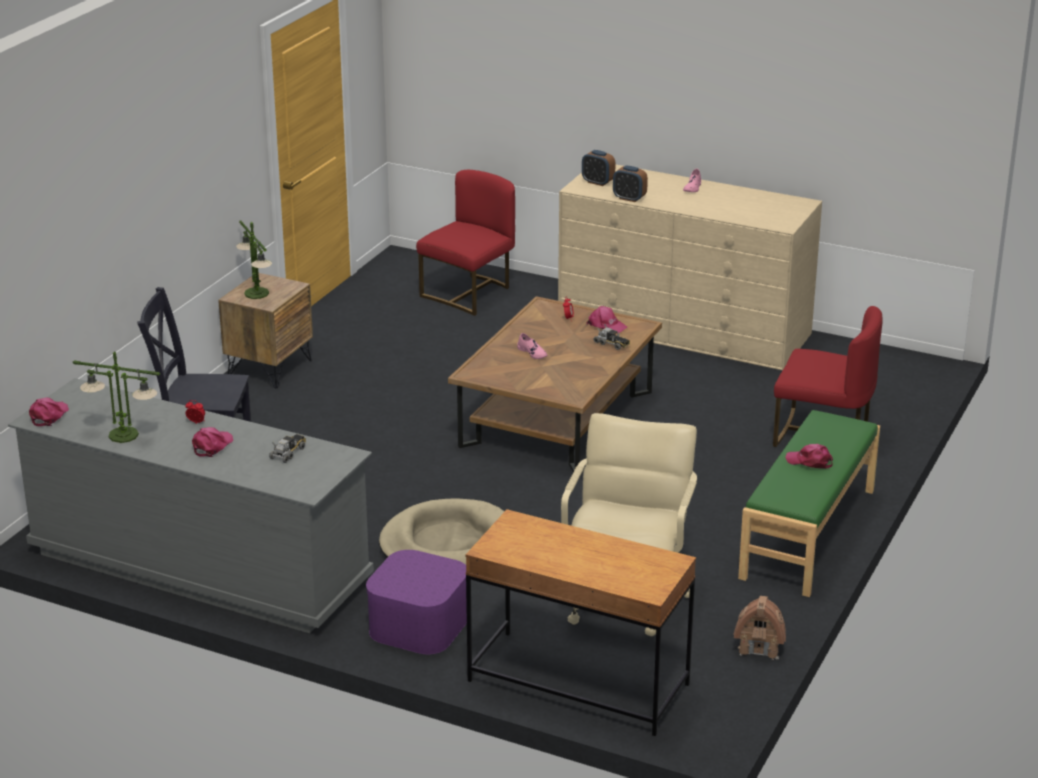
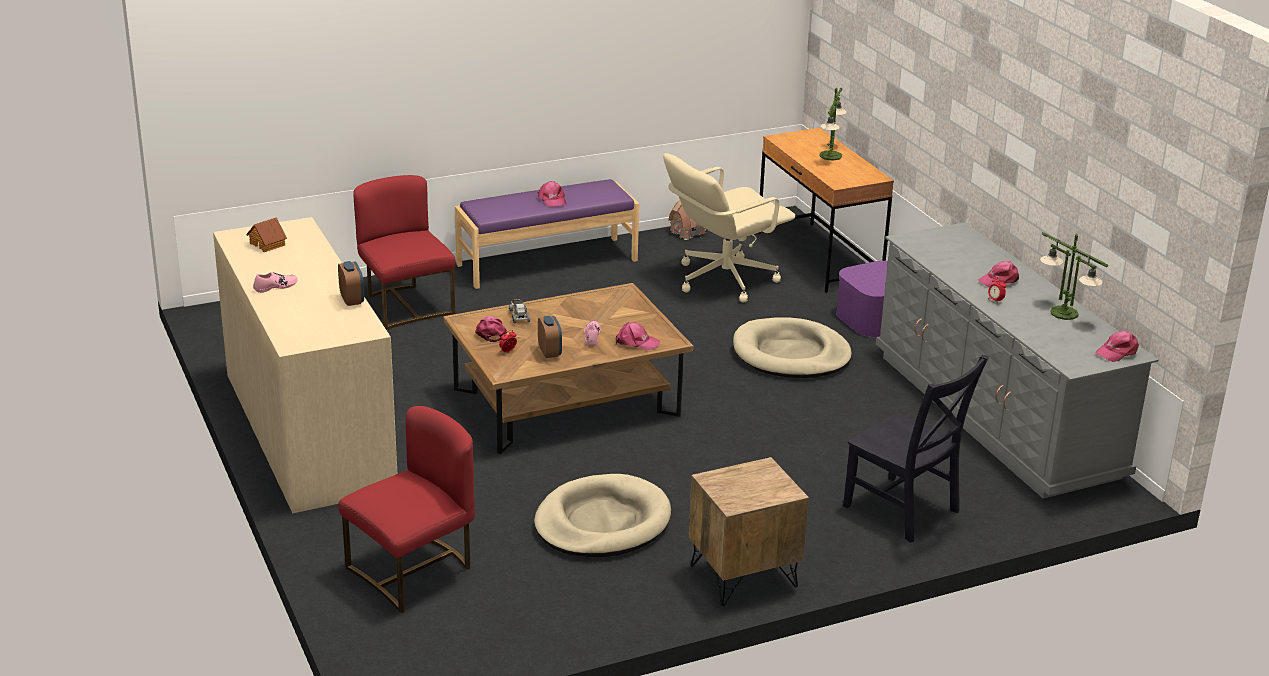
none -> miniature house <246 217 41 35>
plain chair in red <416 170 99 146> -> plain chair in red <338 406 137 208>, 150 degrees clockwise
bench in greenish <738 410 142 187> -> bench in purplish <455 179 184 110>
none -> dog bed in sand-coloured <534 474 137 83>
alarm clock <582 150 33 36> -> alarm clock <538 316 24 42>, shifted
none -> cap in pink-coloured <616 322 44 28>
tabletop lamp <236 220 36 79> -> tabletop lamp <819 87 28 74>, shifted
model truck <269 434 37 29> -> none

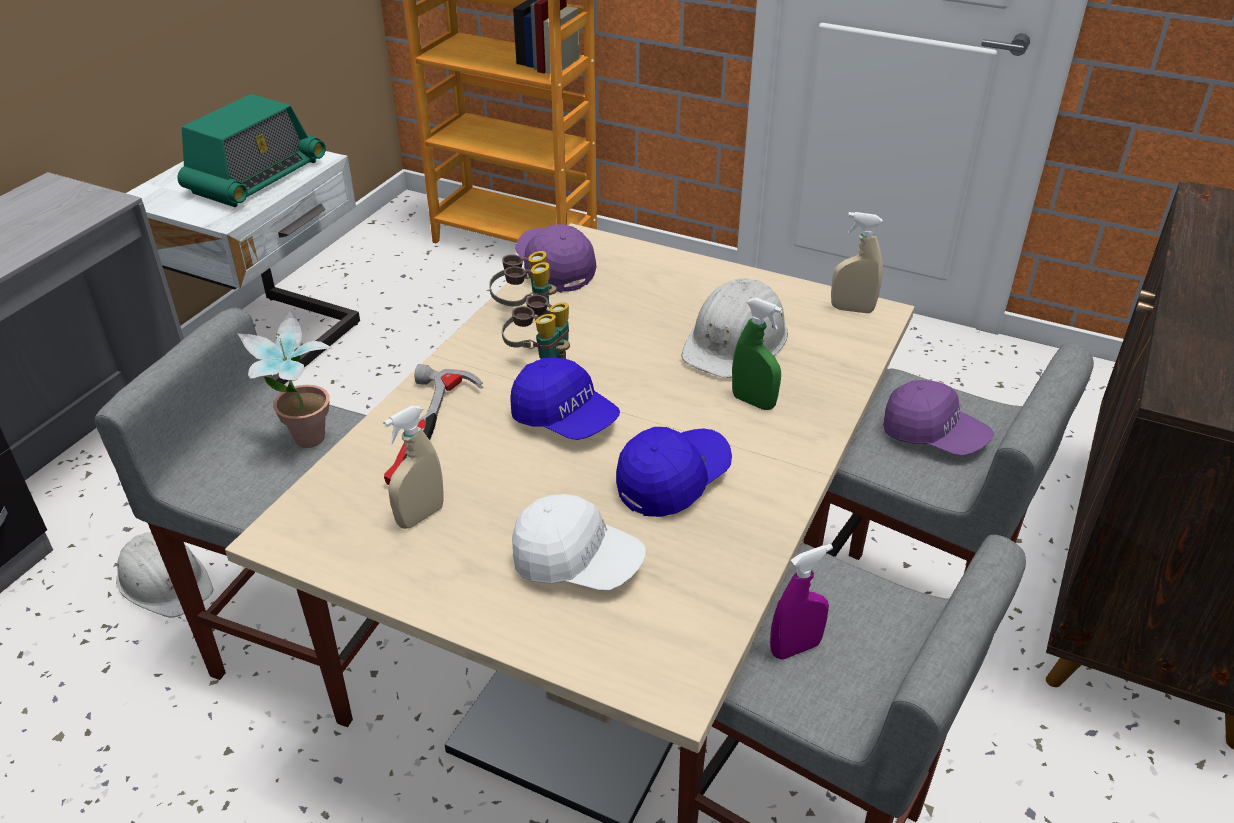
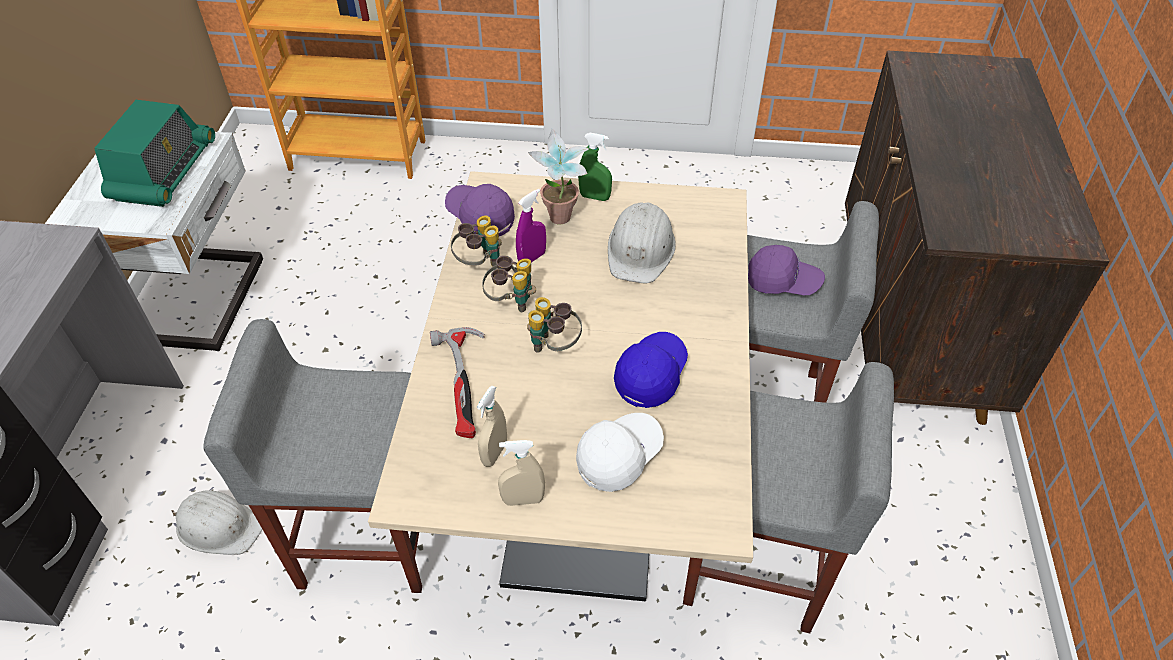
hand sprayer in sand-coloured <831 212 52 101> -> hand sprayer in sand-coloured <498 440 47 66>, shifted
hand sprayer in purplish <770 544 63 115> -> hand sprayer in purplish <516 189 30 73>, shifted
cap in blue-coloured <510 358 110 82> -> field glasses <527 297 55 56>
plant in a pot <237 310 96 138> -> plant in a pot <528 129 61 96>, shifted
cap in whitish <512 494 134 96> -> cap in whitish <576 413 88 79>, 45 degrees counterclockwise
hand sprayer in greenish <732 298 51 112> -> hand sprayer in greenish <578 133 34 68>, shifted

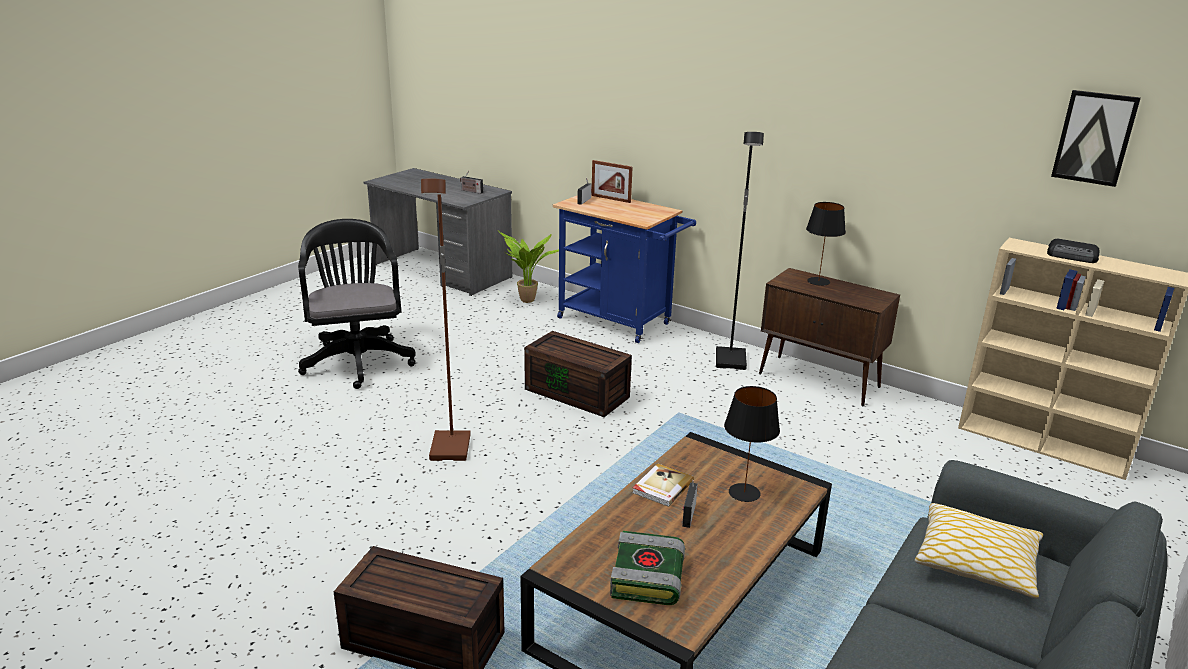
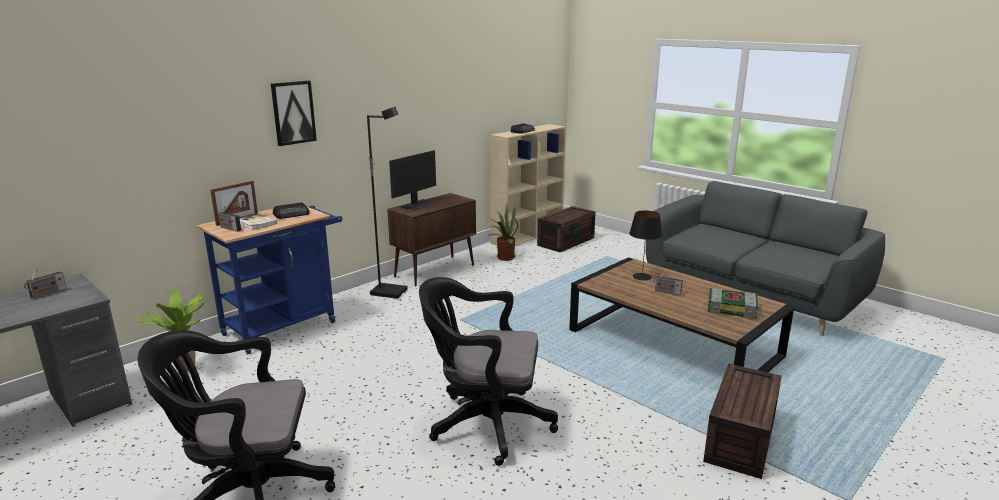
bound book <632 463 62 44> -> bound book <240 214 37 16>, shifted
picture <1051 90 90 97> -> picture <271 81 46 65>, shifted
none -> radio set <273 203 37 16>
tabletop lamp in black <806 202 40 84> -> computer display <389 150 47 61>
standard lamp in brownish <421 179 50 282> -> office chair in black <419 277 139 189>
none -> plant in a pot <485 203 33 58>
storage container in brownish <524 331 108 86> -> storage container in brownish <537 206 59 46>, shifted
pillow <915 503 128 96> -> none

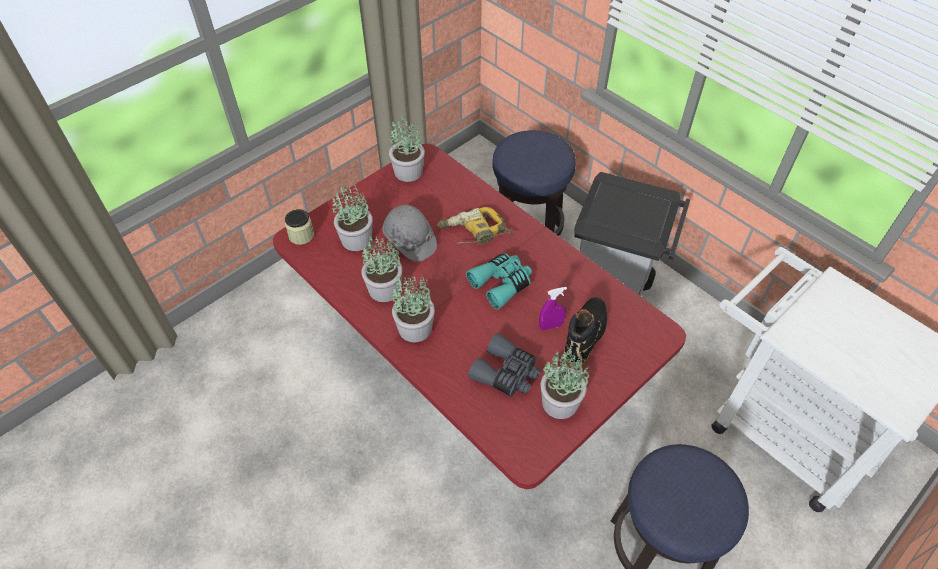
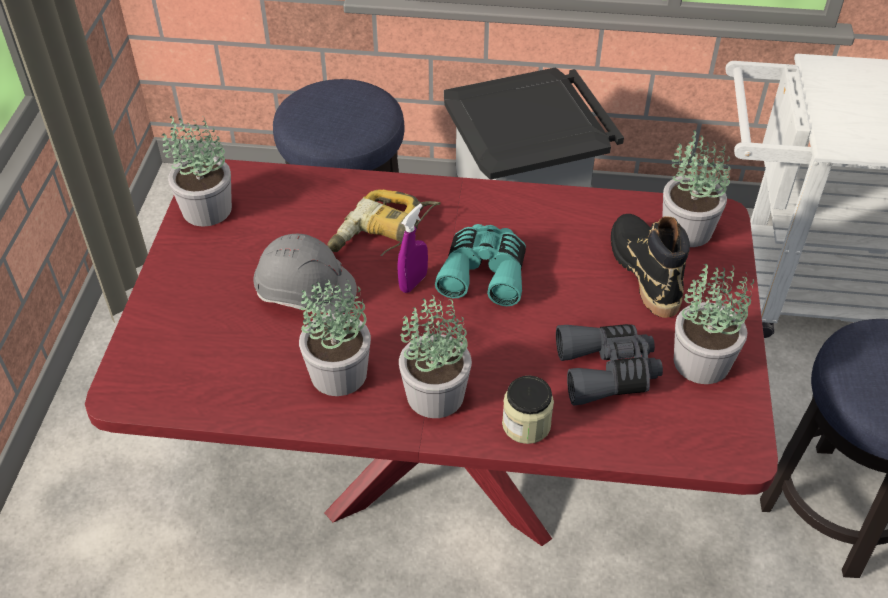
hand sprayer in purplish <539 287 28 43> -> hand sprayer in purplish <397 204 31 89>, shifted
preserve jar <285 209 29 36> -> preserve jar <502 376 52 68>, shifted
plant in a pot <332 184 41 67> -> plant in a pot <662 130 69 117>, shifted

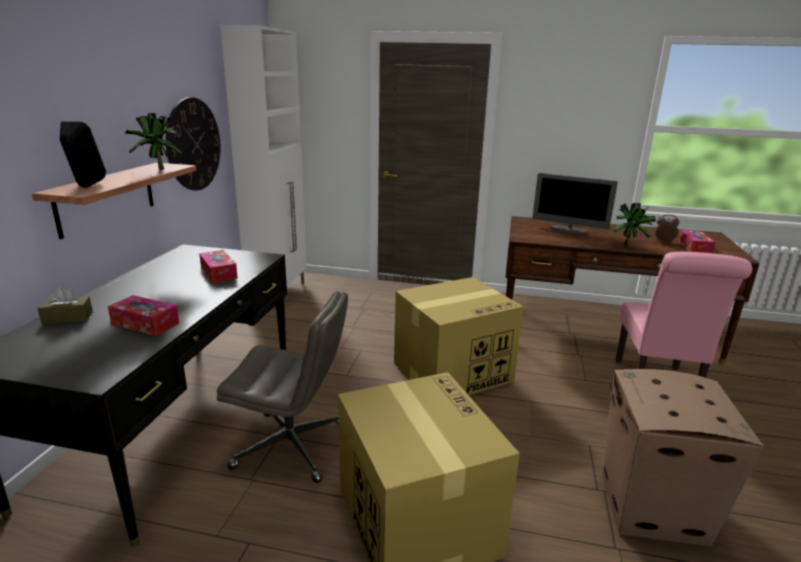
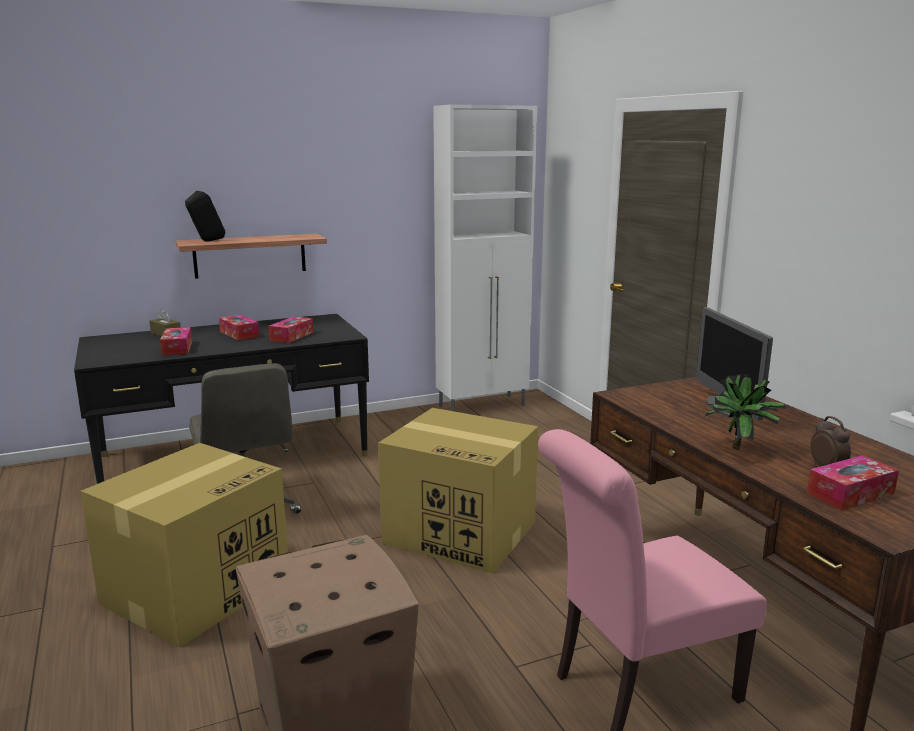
none -> tissue holder <219 315 40 25>
plant in a pot <125 113 57 57> -> none
wall clock <166 97 55 94> -> none

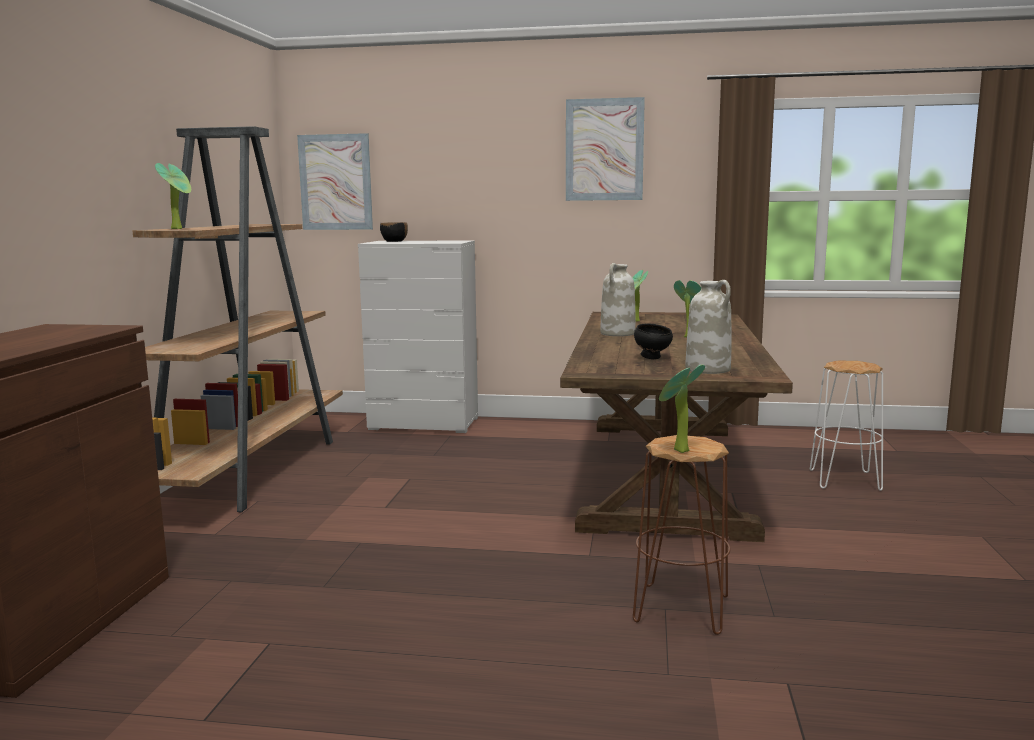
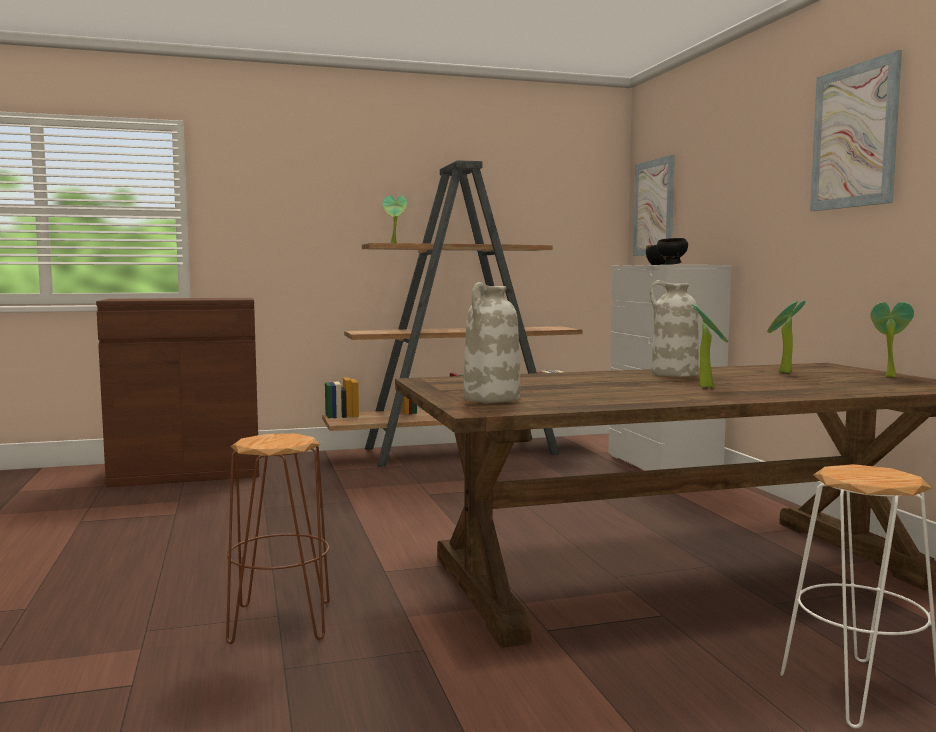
serving bowl in black <634 324 39 35> -> serving bowl in black <657 238 31 27>, shifted
plant in a pot <659 365 46 88> -> plant in a pot <870 302 44 75>, shifted

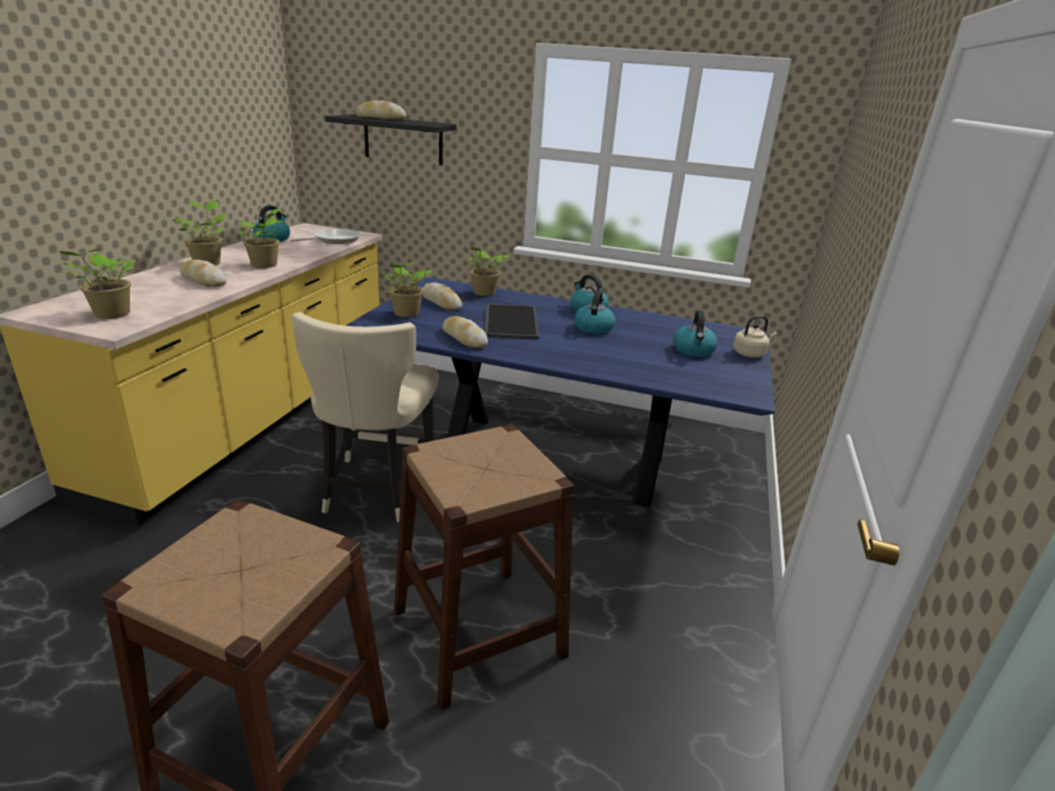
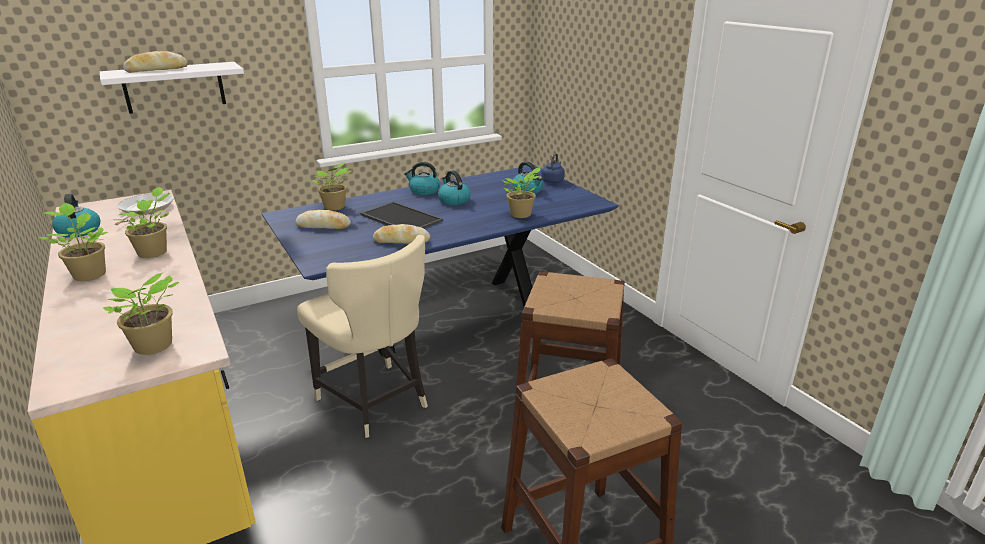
wall shelf in black <325 114 132 51> -> wall shelf in whitish <100 62 144 52>
plant in a pot <384 262 48 55> -> plant in a pot <503 167 37 51>, shifted
kettle in sand-coloured <733 316 44 42> -> kettle in blue-coloured <541 153 24 30>
bakery bread <180 259 47 27> -> none

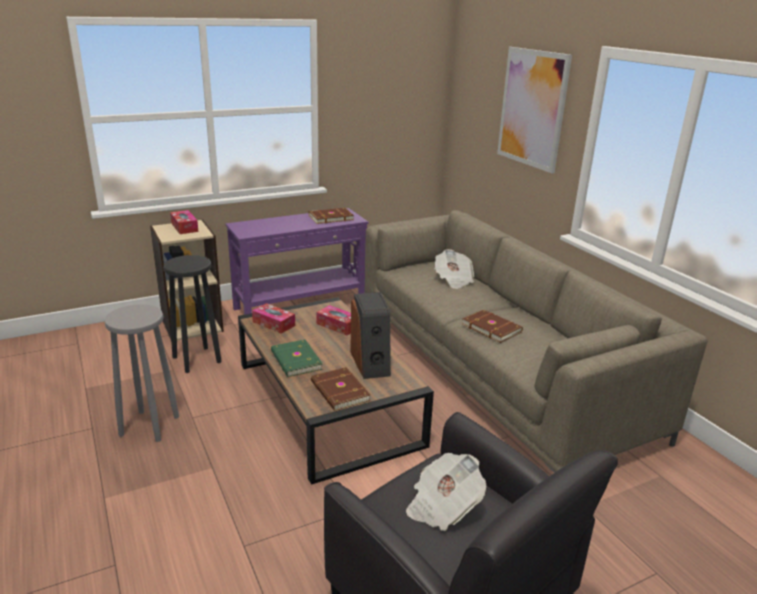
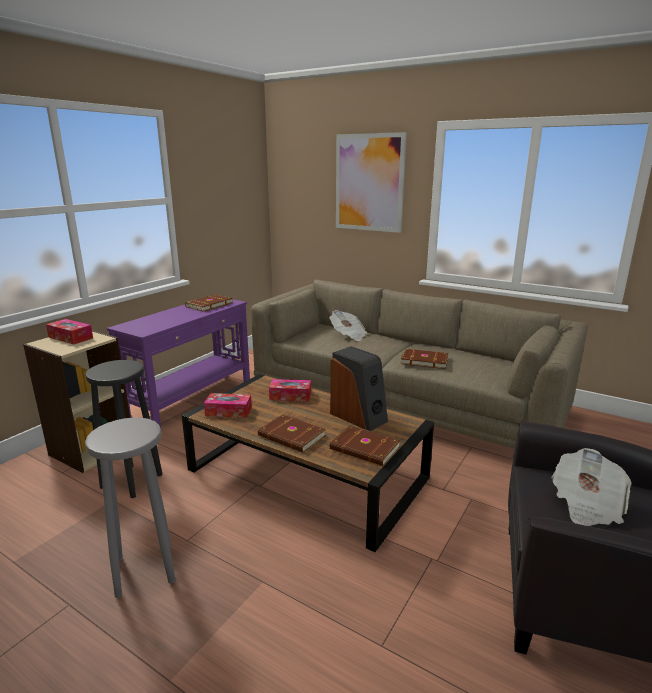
bound book in greenish <271 340 52 37> -> bound book in brownish <258 414 68 38>

